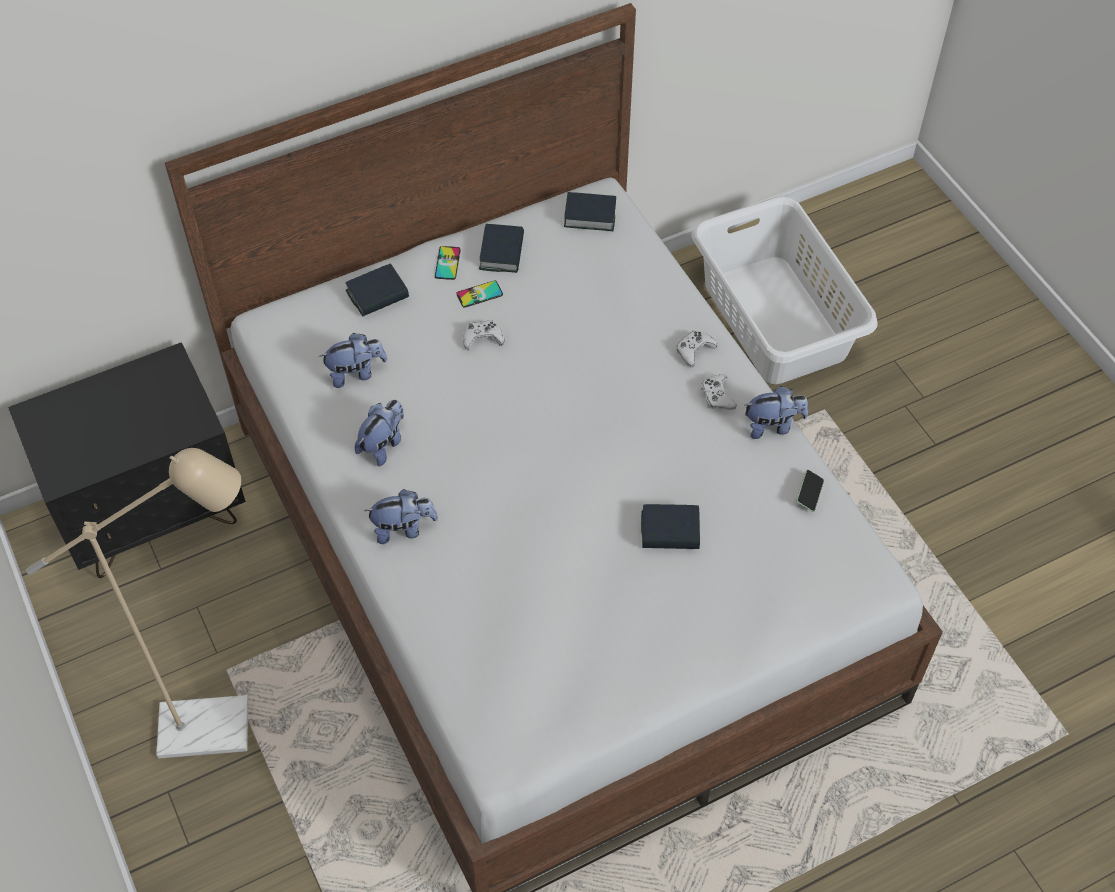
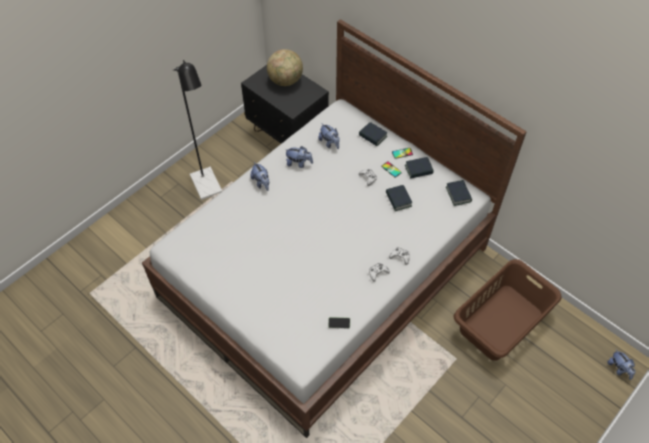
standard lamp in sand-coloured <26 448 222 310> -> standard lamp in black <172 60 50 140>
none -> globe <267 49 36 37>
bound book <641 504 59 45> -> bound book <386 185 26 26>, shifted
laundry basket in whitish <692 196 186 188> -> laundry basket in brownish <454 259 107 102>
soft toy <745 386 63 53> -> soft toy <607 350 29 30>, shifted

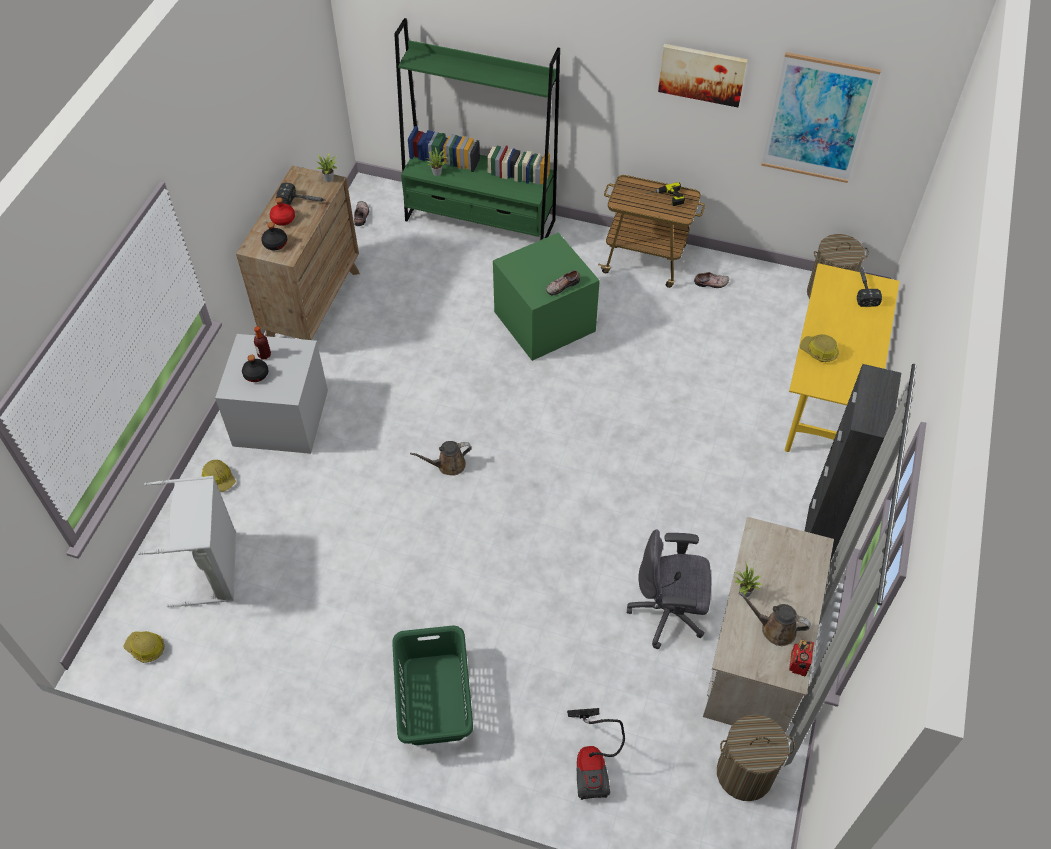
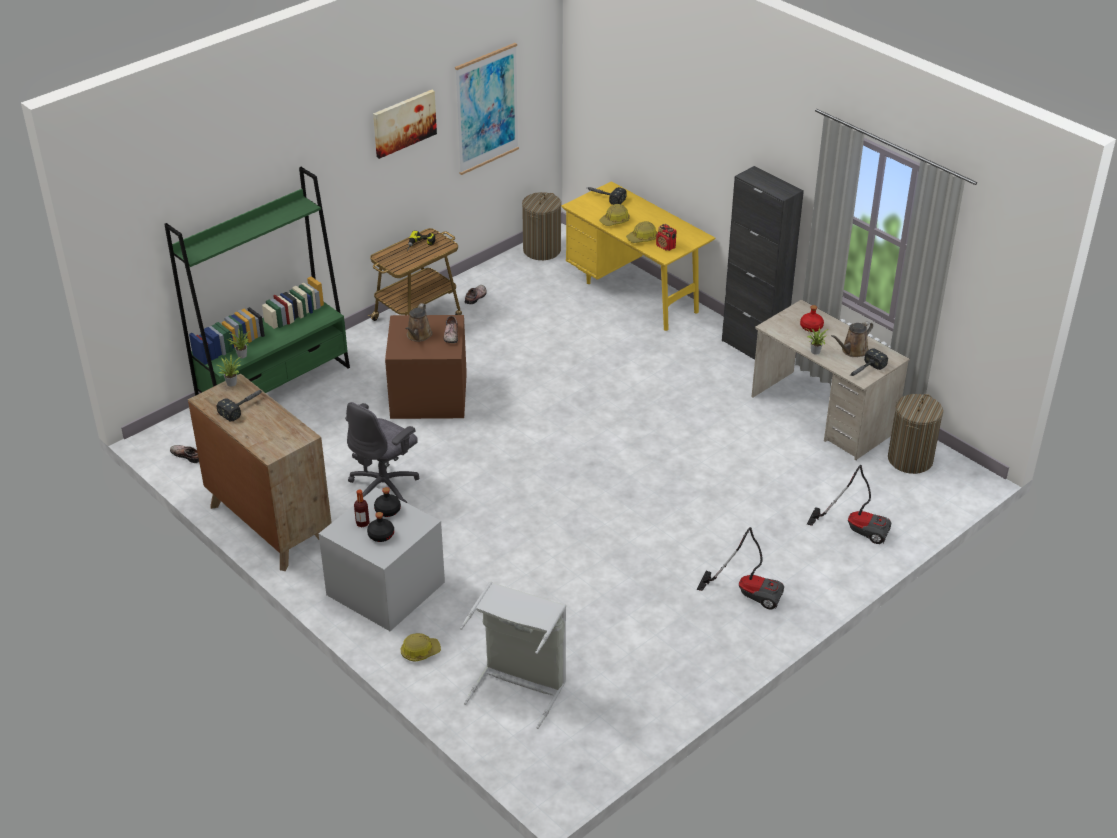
office chair in gray <627 529 84 120> -> office chair in gray <345 402 74 101>, shifted
bottle in black <261 222 26 28> -> bottle in black <374 487 27 30>, shifted
storage container in greenish <493 232 107 129> -> storage container in brownish <385 315 82 104>
sprinkling can in brownish <410 441 61 35> -> sprinkling can in brownish <406 303 26 39>, shifted
hard hat <123 631 42 32> -> hard hat <599 204 31 22>, shifted
radio set <789 640 25 36> -> radio set <656 224 21 27>, shifted
laundry basket in greenish <392 625 81 120> -> vacuum <697 527 87 83>
bottle in red <270 197 25 29> -> bottle in red <800 305 24 27>, shifted
none -> hammer <850 348 38 28>

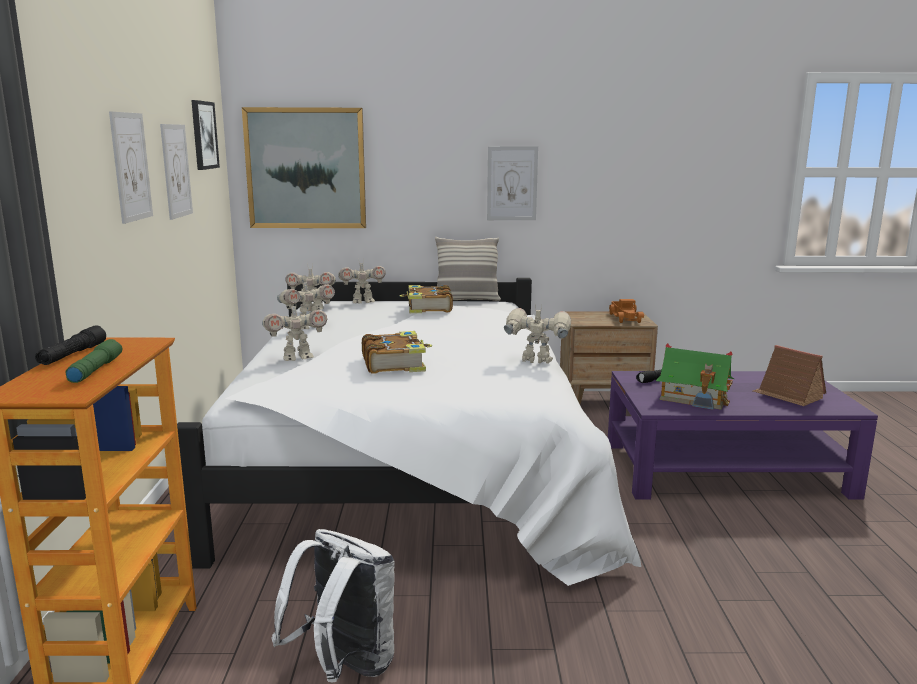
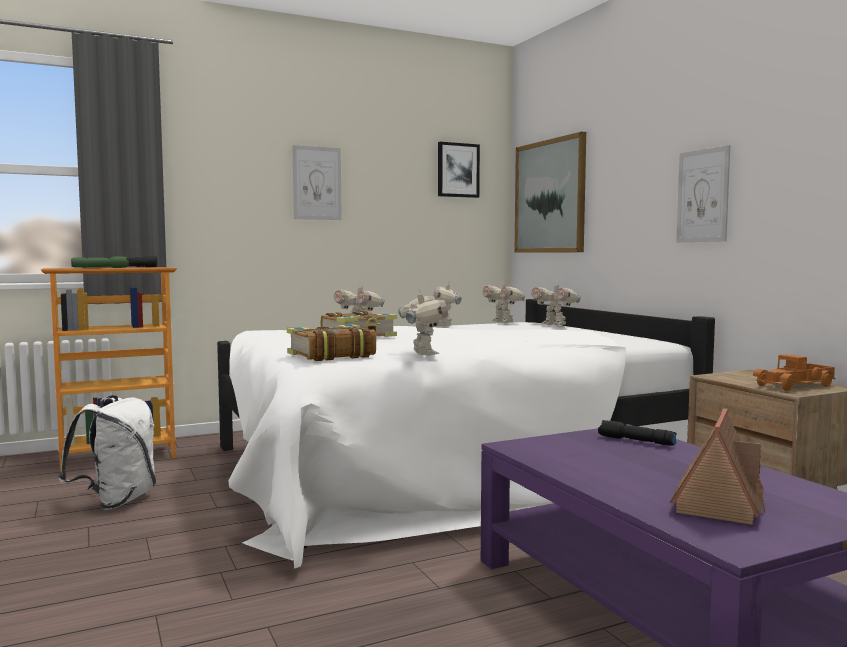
bound book <399 285 54 28> -> bound book <287 324 89 37>, shifted
robot figure <277 277 58 53> -> robot figure <433 281 29 45>, 60 degrees clockwise
picture <160 124 33 96> -> none
pillow <435 237 66 64> -> none
miniature house <656 343 78 67> -> none

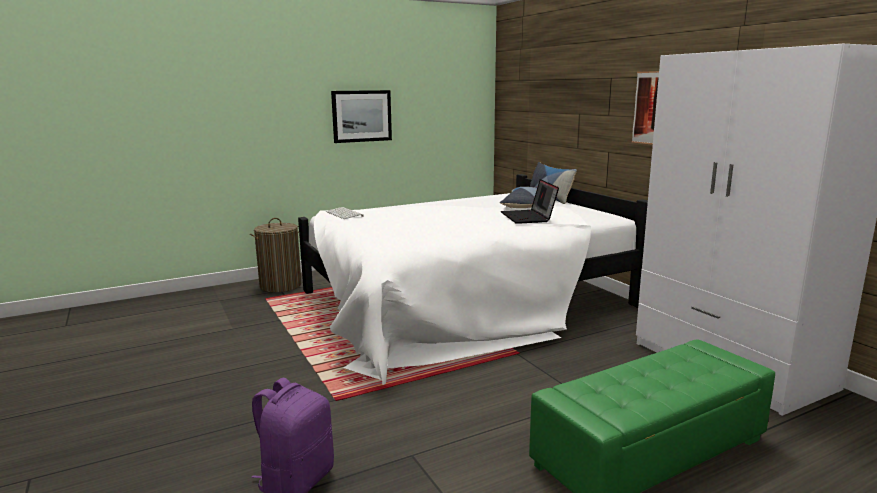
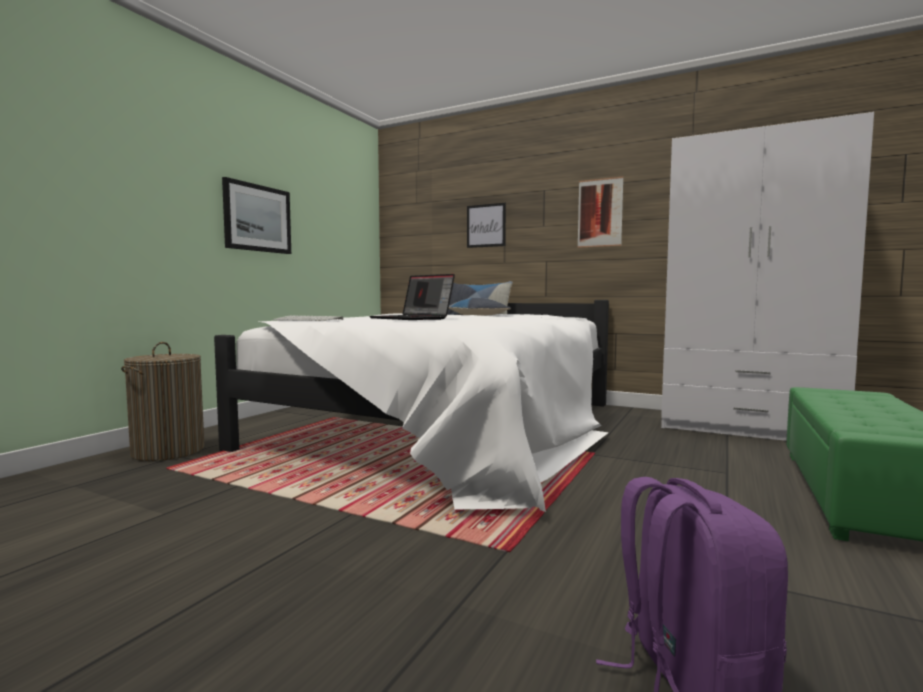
laptop <501 179 58 45> -> laptop <369 274 86 46>, shifted
none -> picture <467 203 39 45>

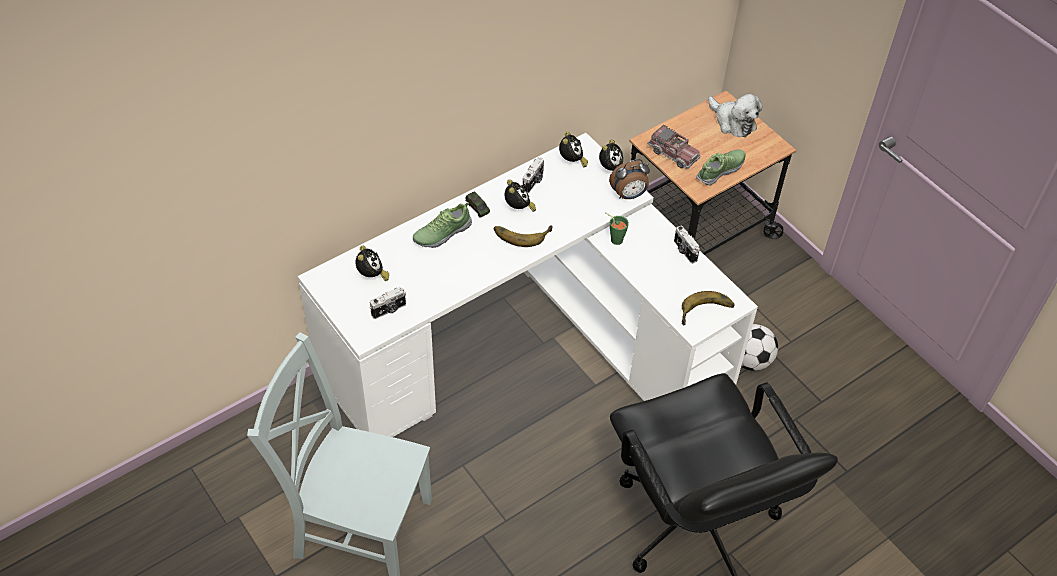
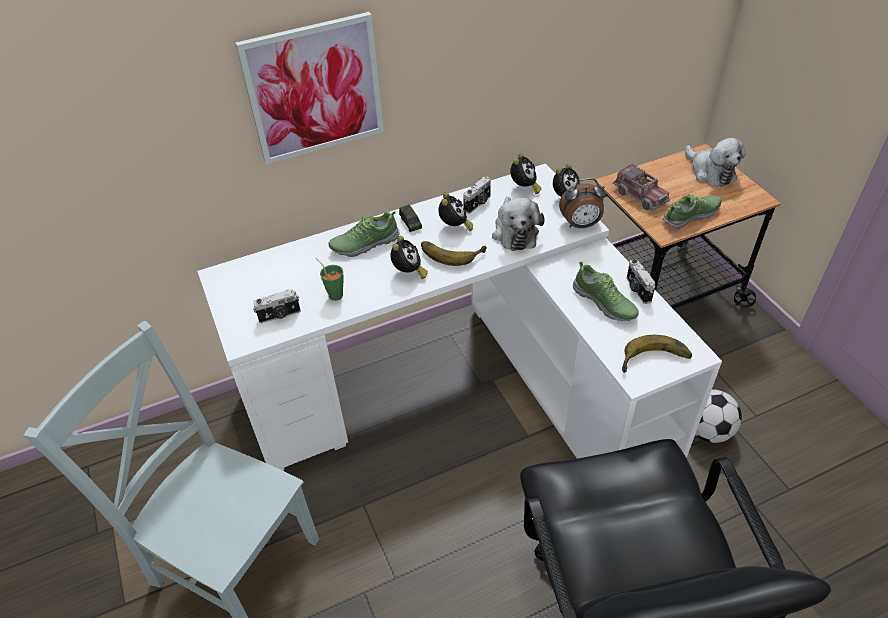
none -> picture <235 12 149 152>
drinking cup in greenish <605 212 24 33> -> drinking cup in greenish <316 258 27 43>, shifted
alarm clock <355 245 34 36> -> alarm clock <391 236 37 43>, shifted
none -> soft toy <492 197 52 54>
none -> shoe <573 262 66 59>

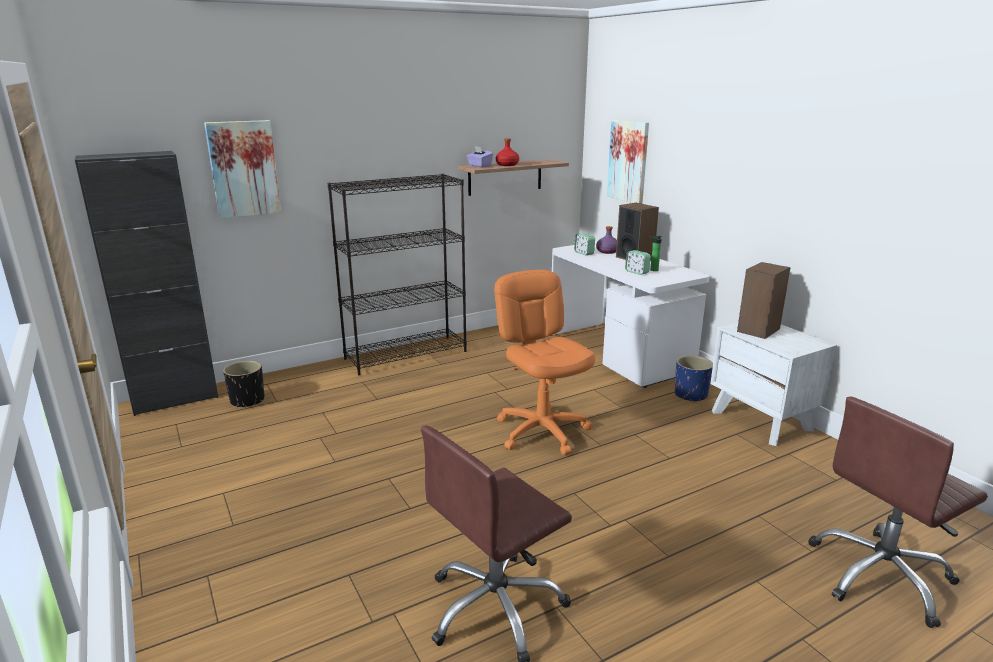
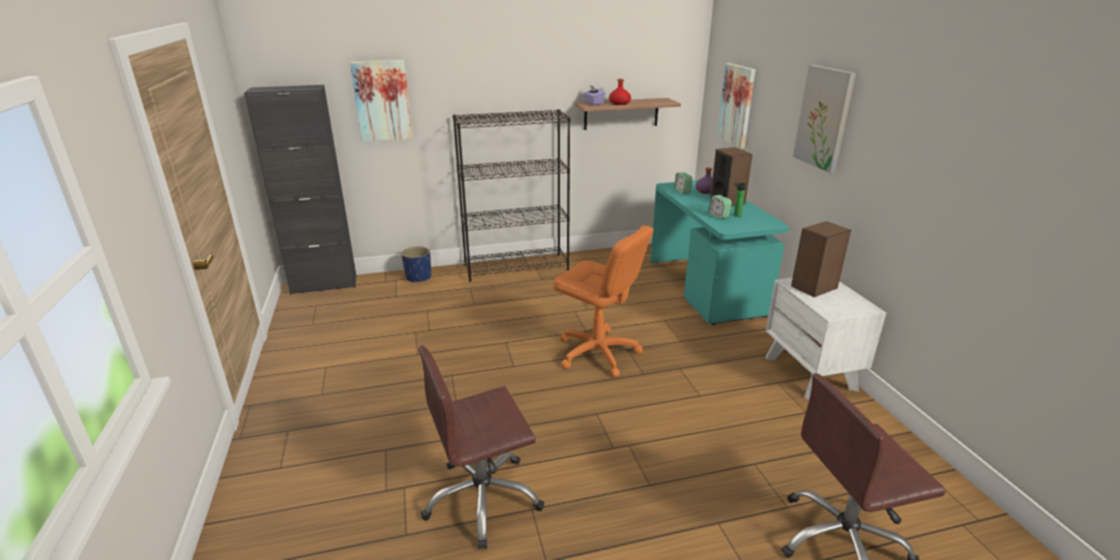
flower pot in blue-coloured <675 355 38 48> -> flower pot in blue-coloured <401 246 30 37>, shifted
office chair in orange-coloured <494 270 101 185> -> office chair in orange-coloured <553 226 101 151>, 135 degrees clockwise
desk unit in whitish <552 242 157 146> -> desk unit in turquoise <650 180 139 145>
none -> picture <793 65 63 108>
flower pot in black <223 361 42 48> -> none

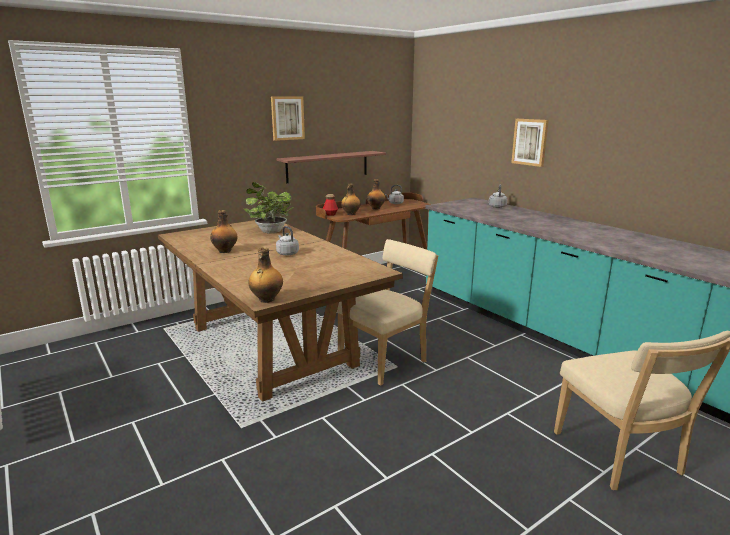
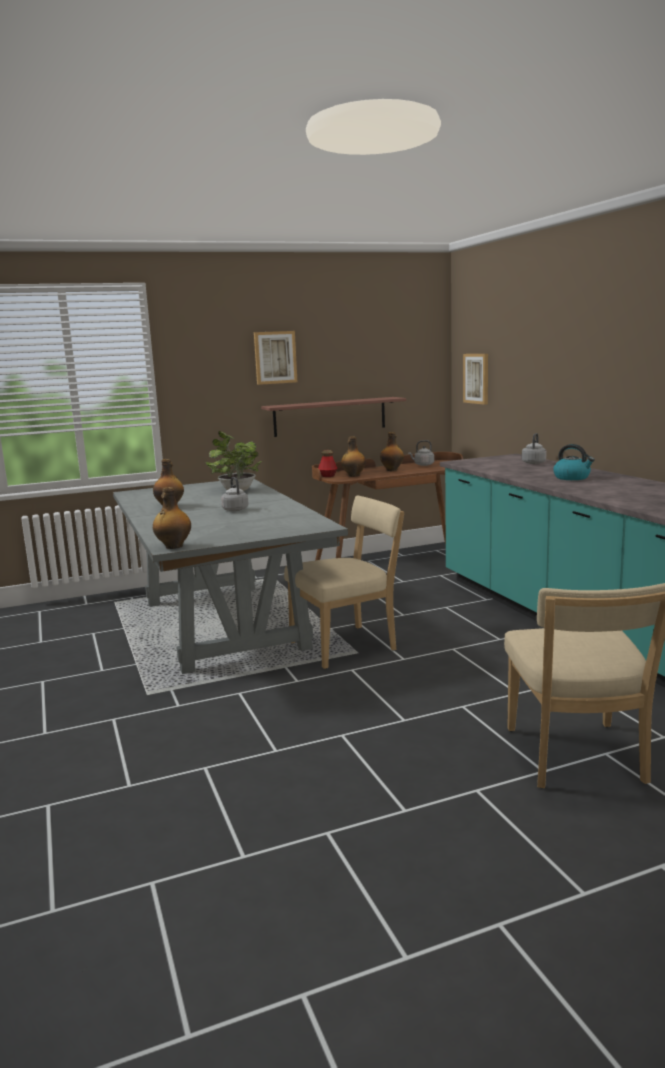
dining table in brownish <158 220 245 182> -> dining table in gray <113 479 235 195>
picture <511 119 38 48> -> picture <463 354 25 51>, shifted
none -> kettle <553 444 42 36>

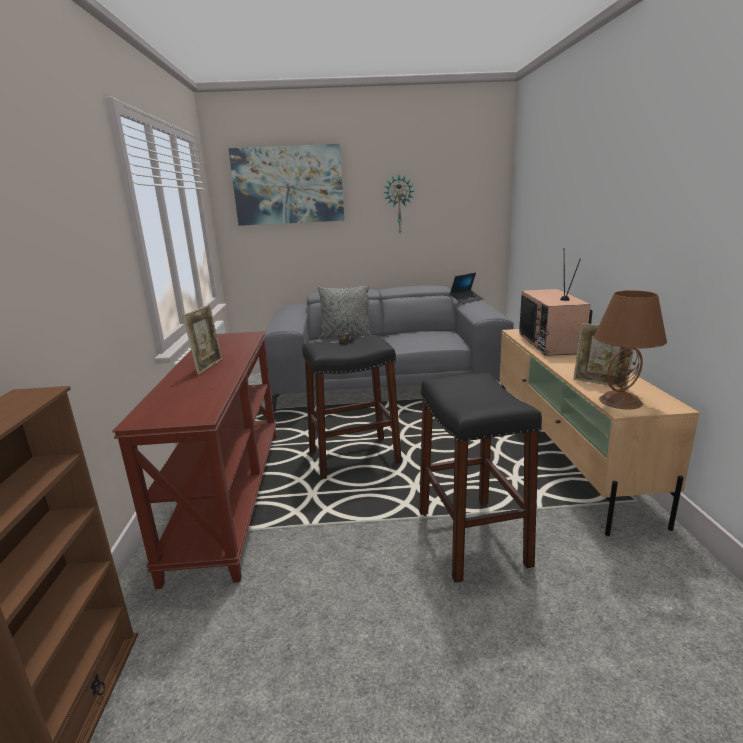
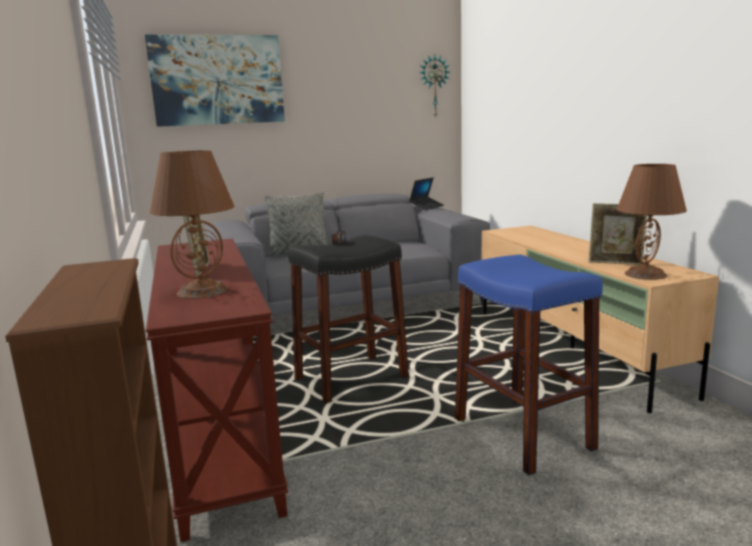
none -> tabletop lamp in brownish <150 150 84 149>
wall clock <383 176 31 57> -> wall clock <419 55 31 64>, shifted
stool seat in black <419 373 123 210> -> stool seat in blue-coloured <455 255 148 220>
television <519 248 73 108> -> none

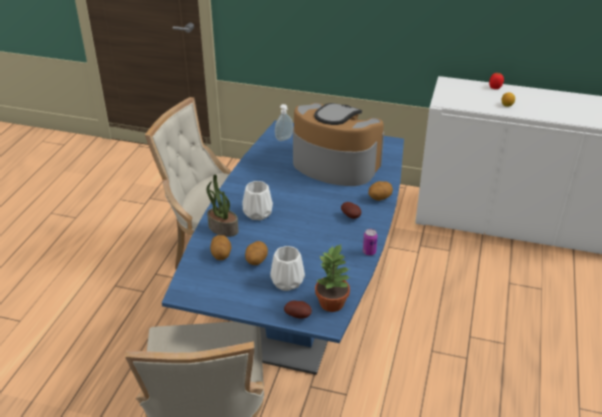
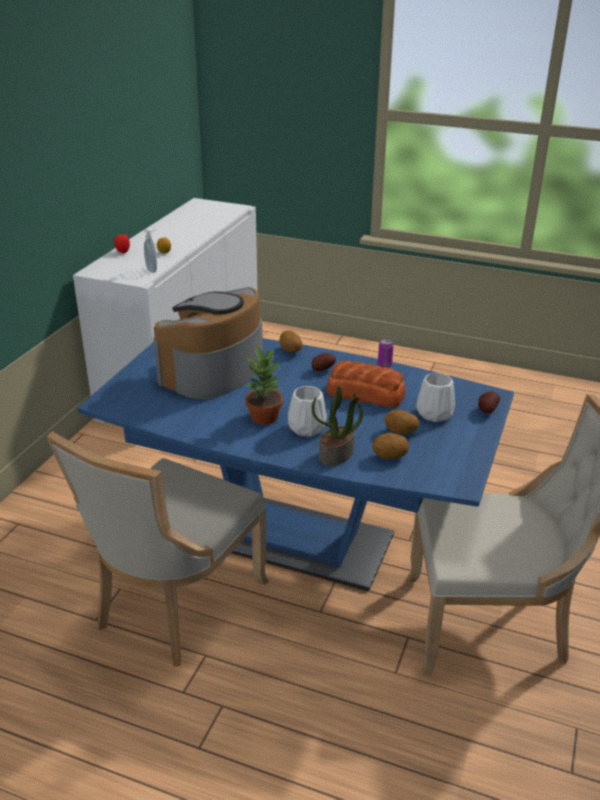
soap bottle <275 104 18 37> -> soap bottle <144 228 13 45>, shifted
plant in a pot <315 243 36 69> -> plant in a pot <245 345 38 80>, shifted
none -> bakery bread <326 361 80 47>

